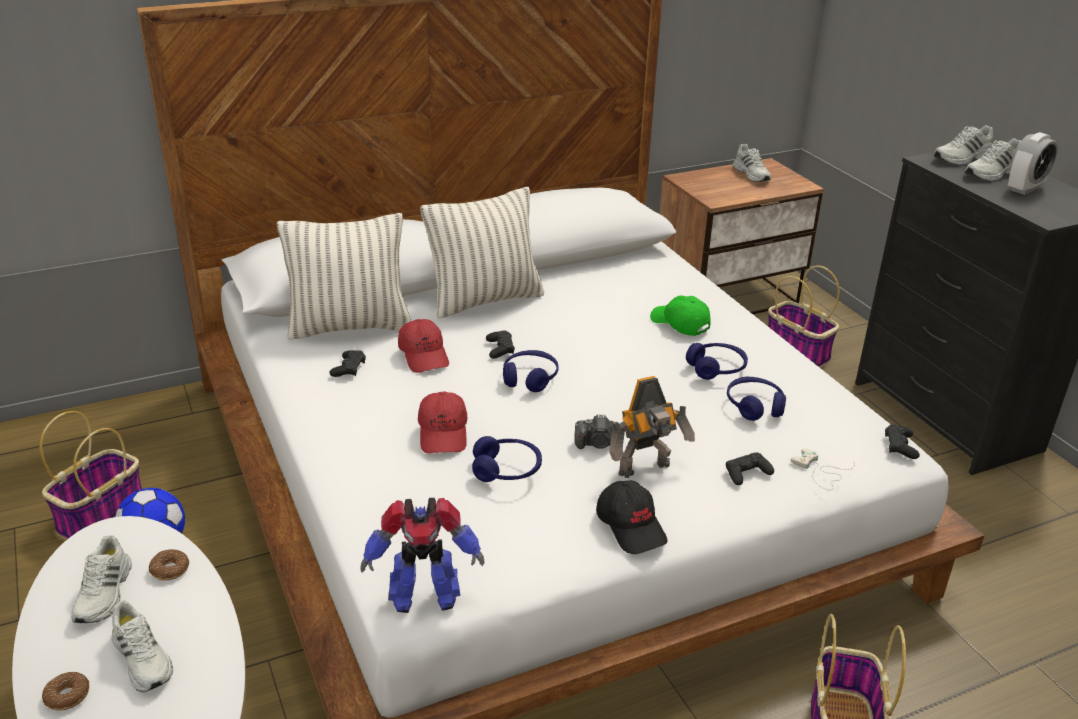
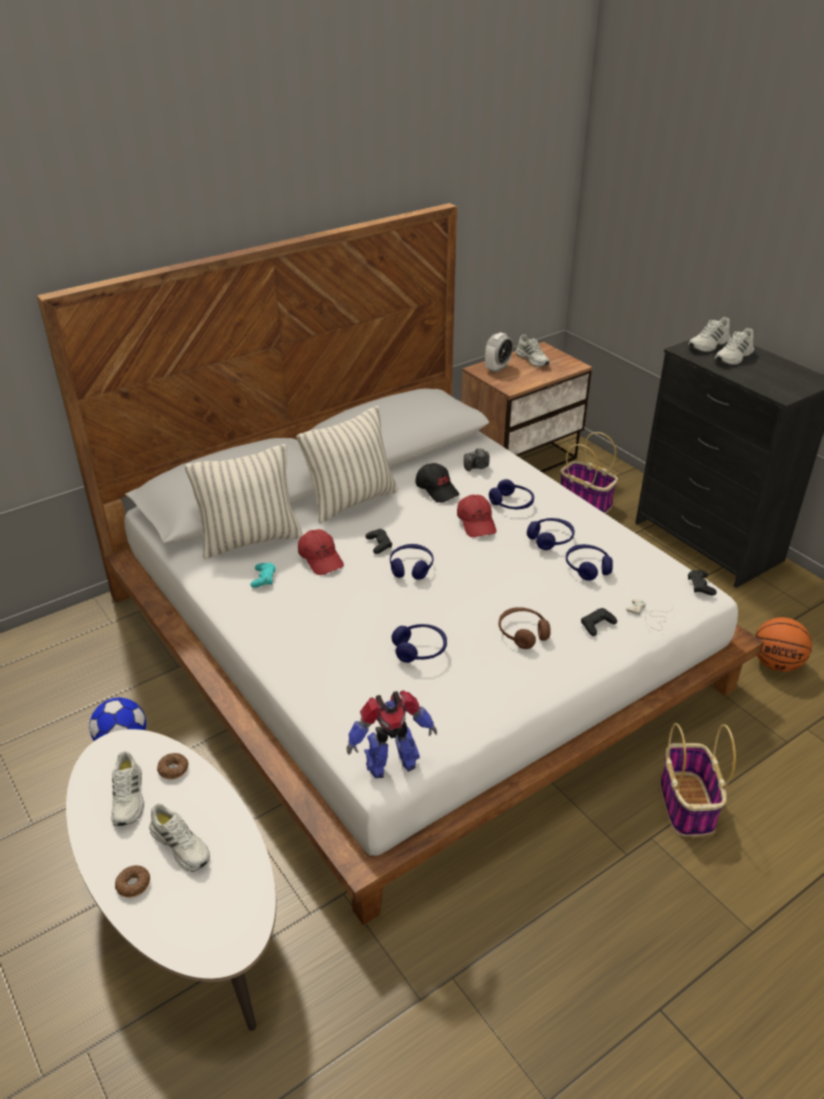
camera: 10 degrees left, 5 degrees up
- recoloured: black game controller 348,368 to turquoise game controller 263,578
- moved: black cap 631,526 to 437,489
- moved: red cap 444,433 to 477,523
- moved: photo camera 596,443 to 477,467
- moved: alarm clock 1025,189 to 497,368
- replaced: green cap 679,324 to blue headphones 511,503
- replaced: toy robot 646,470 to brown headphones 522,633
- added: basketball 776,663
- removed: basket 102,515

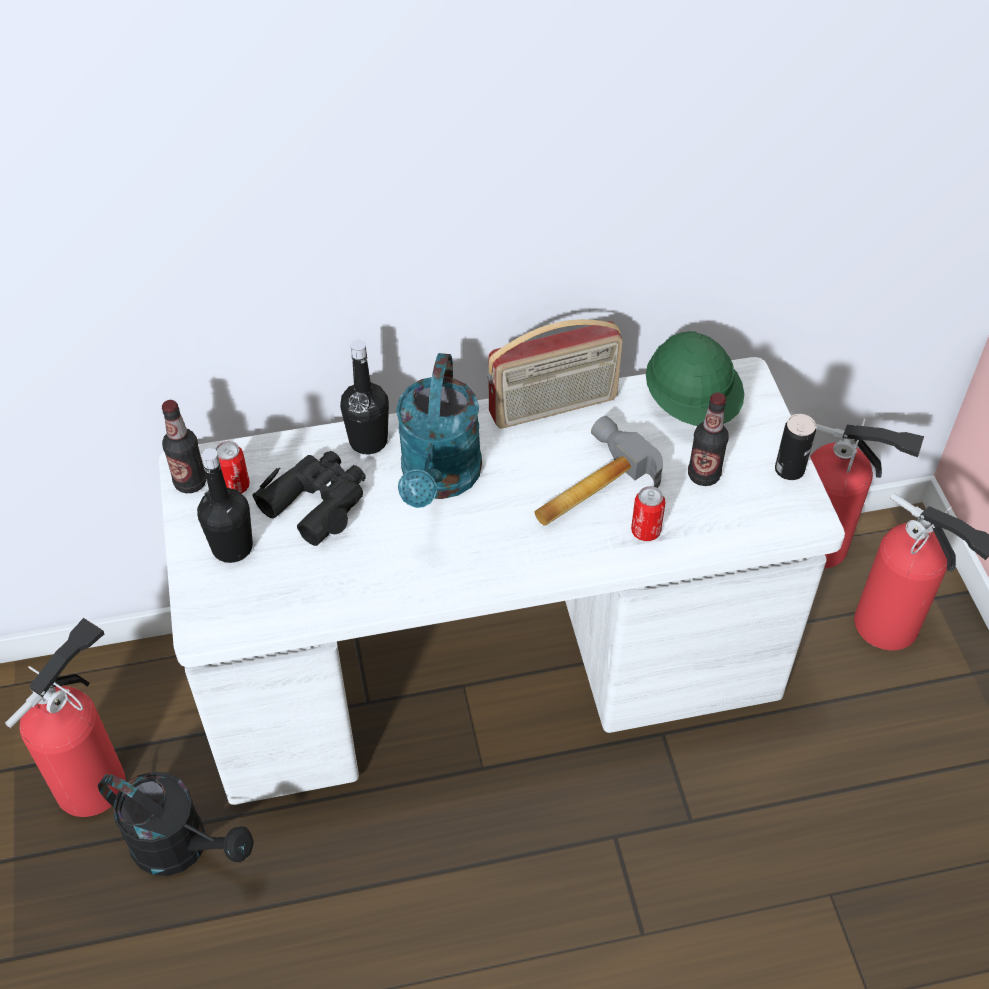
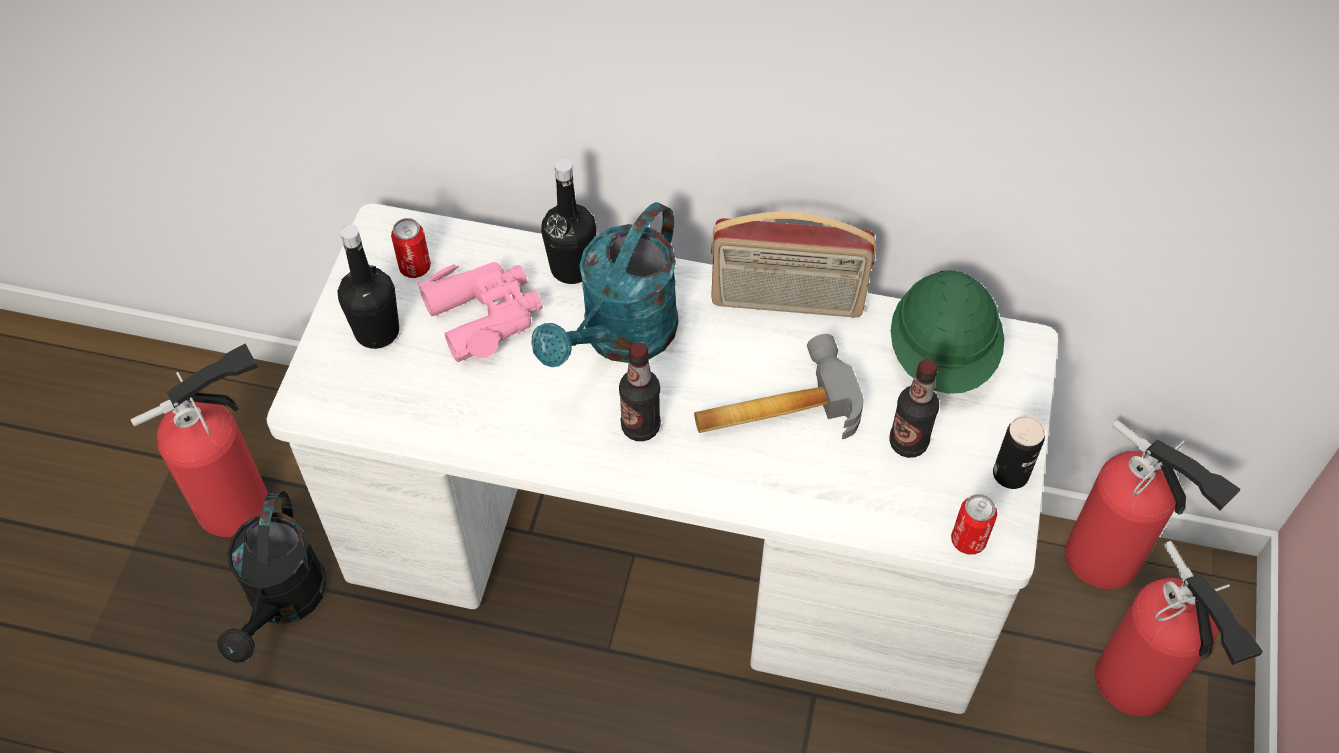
camera: 25 degrees right, 5 degrees up
- turned: black watering can 182,847 = 283,603 45 degrees clockwise
- recoloured: black binoculars 317,501 to pink binoculars 485,315
- moved: bottle 190,482 to 640,427
- moved: can 645,531 to 968,540

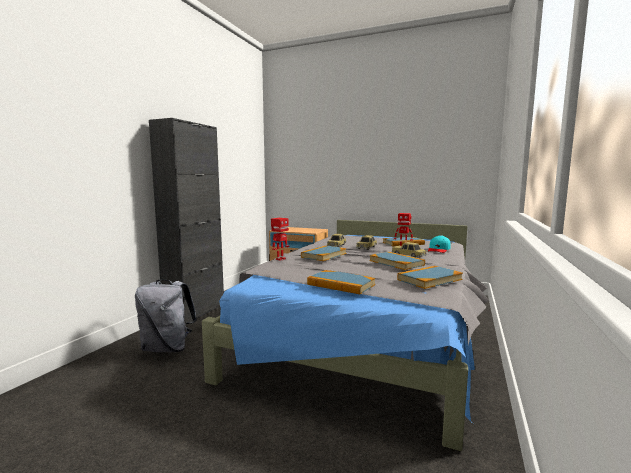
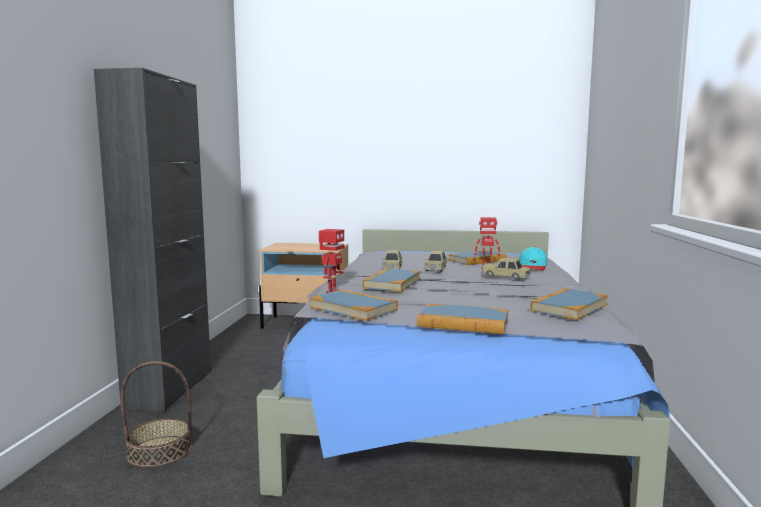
camera: 15 degrees left, 0 degrees up
- replaced: grey backpack 167,348 to basket 159,451
- moved: book 396,263 to 353,308

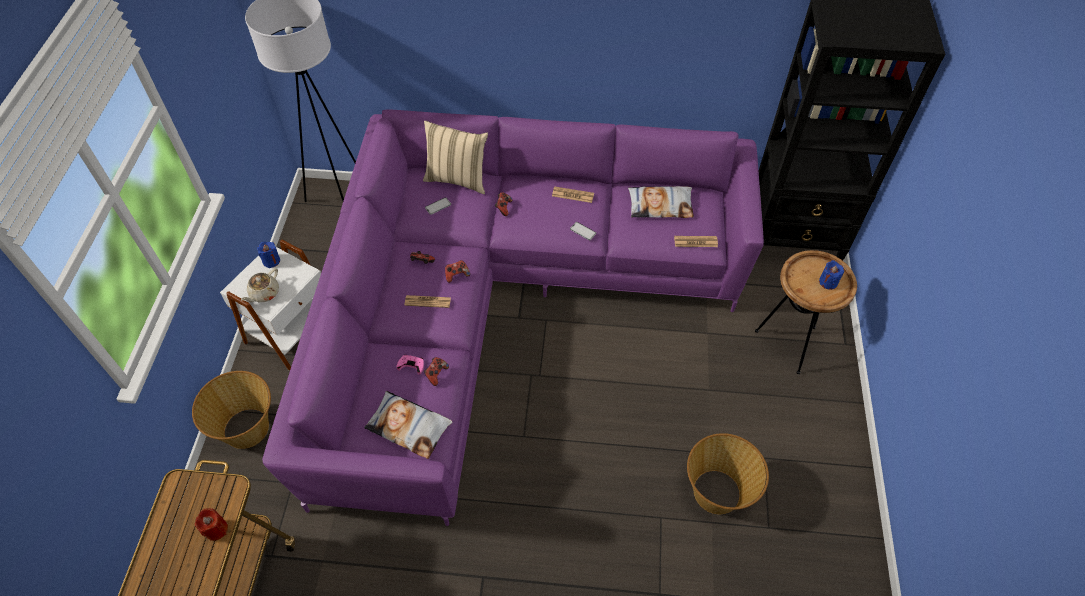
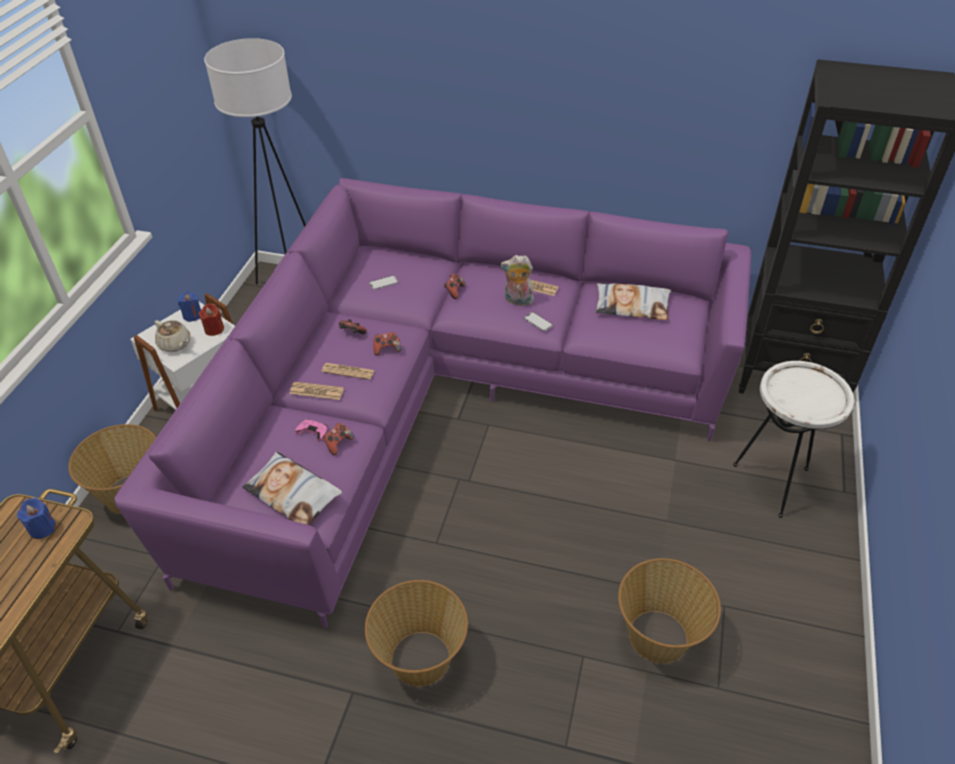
camera: 10 degrees right, 10 degrees down
- moved: blue candle 828,282 to 42,528
- turned: beige teapot 264,293 = 175,344 90 degrees counterclockwise
- moved: red candle 216,529 to 214,329
- moved: newspaper 695,242 to 317,391
- added: basket 420,659
- added: plush toy 517,301
- recoloured: brown side table 789,343 to white side table 773,482
- removed: beige pillow 457,179

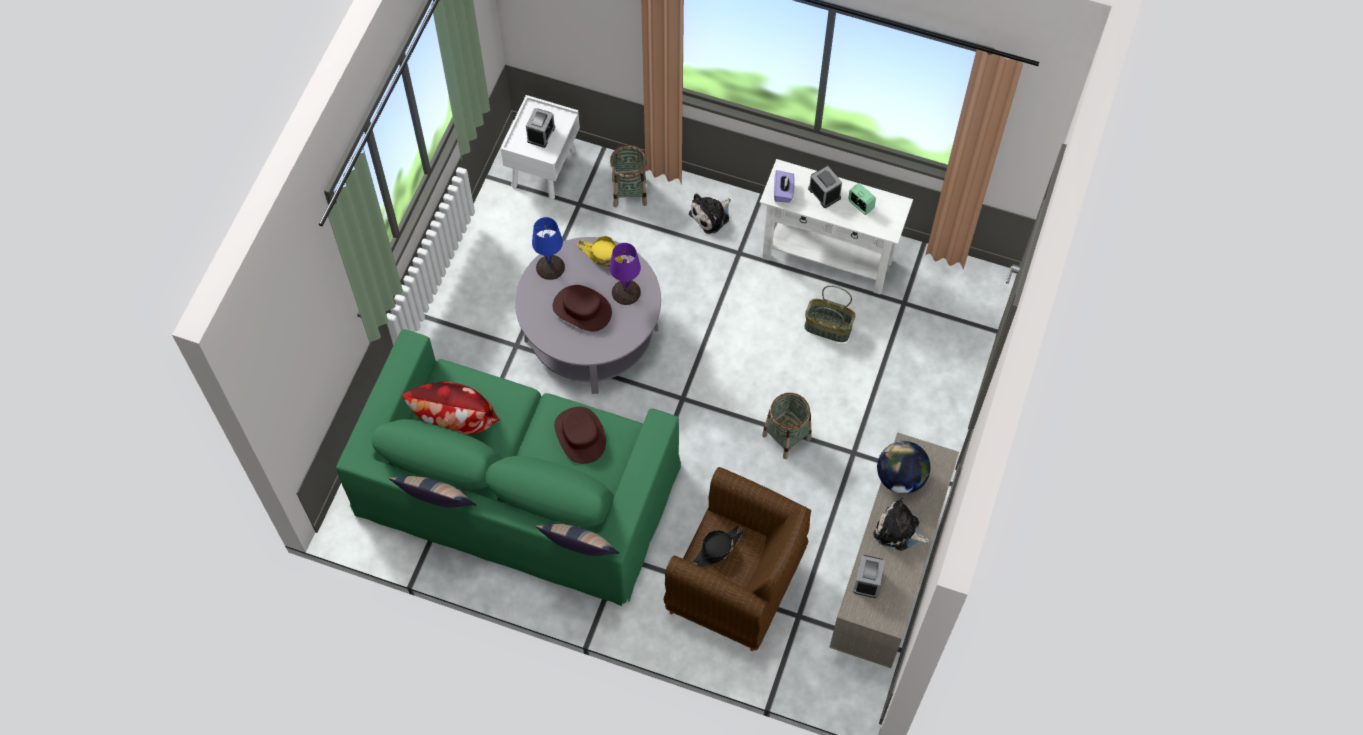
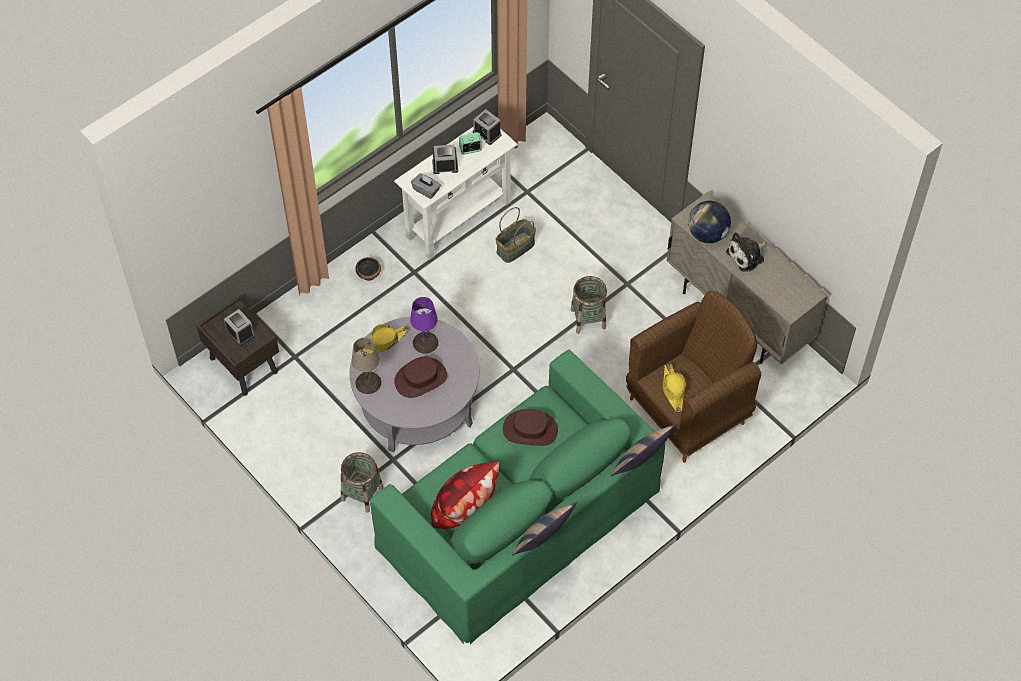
camera: 60 degrees left, 5 degrees down
- recoloured: white nightstand 543,168 to brown nightstand 243,365
- moved: basket 629,192 to 362,494
- recoloured: blue table lamp 549,267 to beige table lamp 368,383
- replaced: plush toy 711,215 to bowl 369,273
- recoloured: purple tissue box 783,192 to grey tissue box 426,190
- moved: alarm clock 867,580 to 487,133
- recoloured: black hat 716,549 to yellow hat 673,390

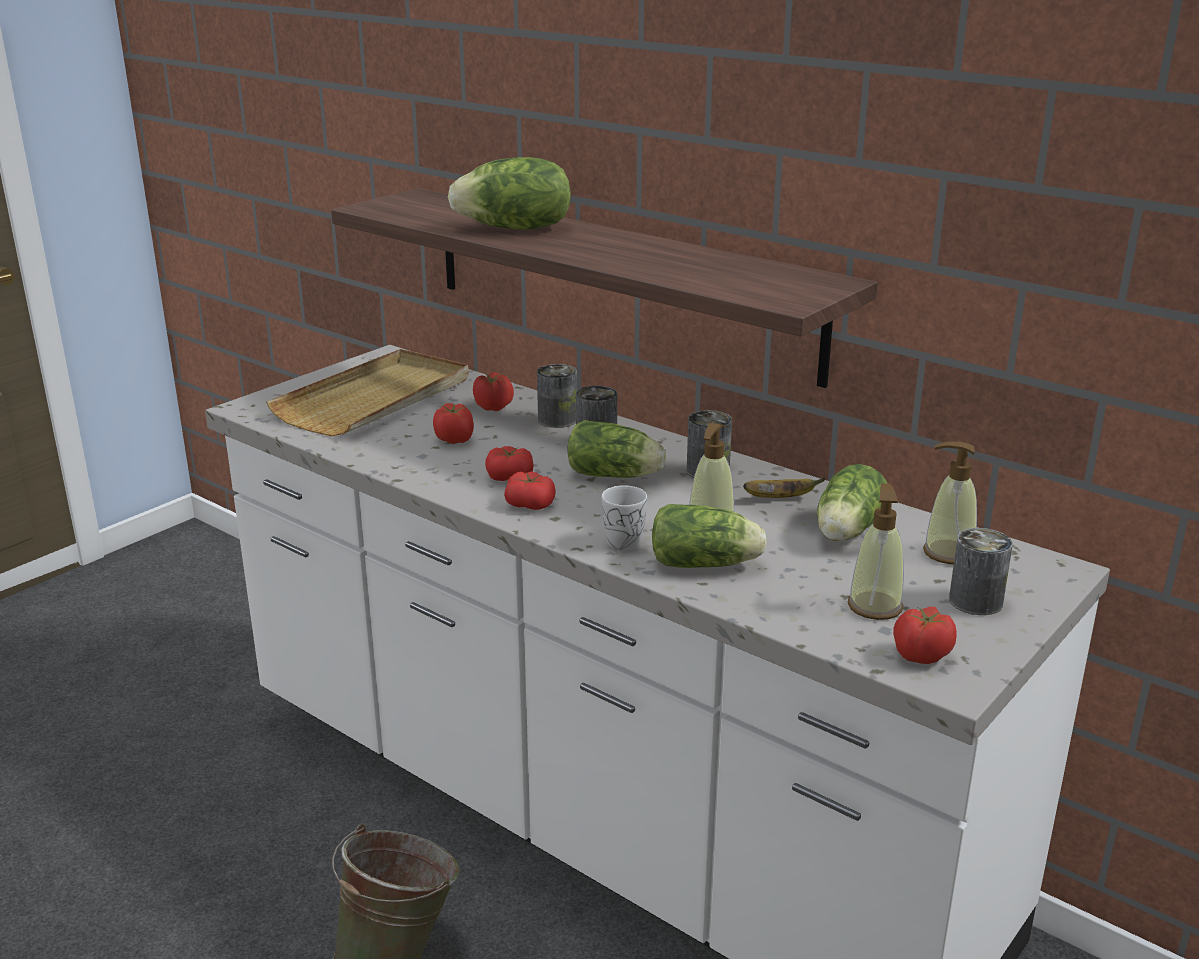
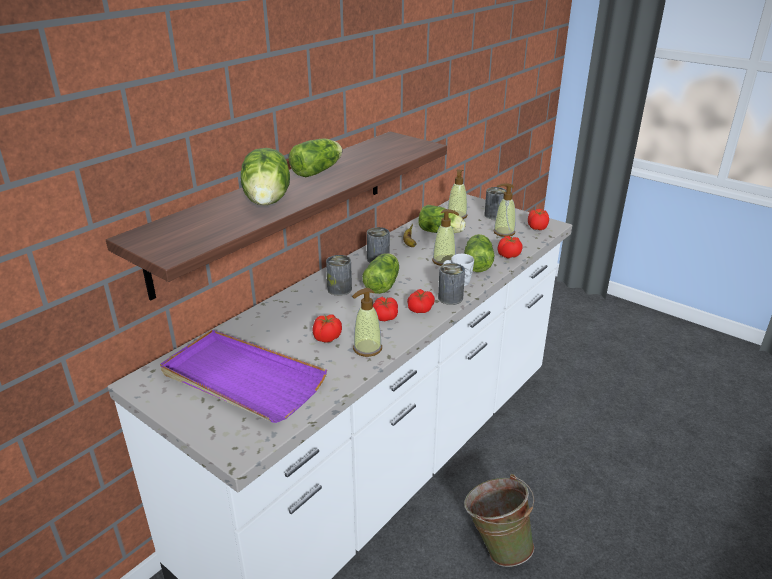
camera: 90 degrees left, 5 degrees up
- recoloured: beige tray 376,399 to purple tray 241,379
- added: lettuce 319,171
- added: soap dispenser 367,348
- moved: can 557,420 to 450,298
- moved: tomato 494,407 to 508,256

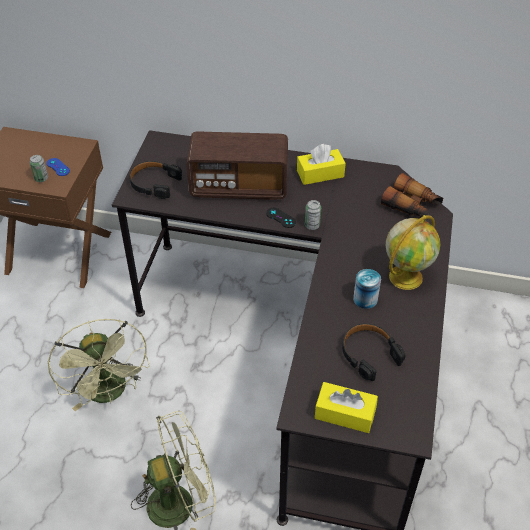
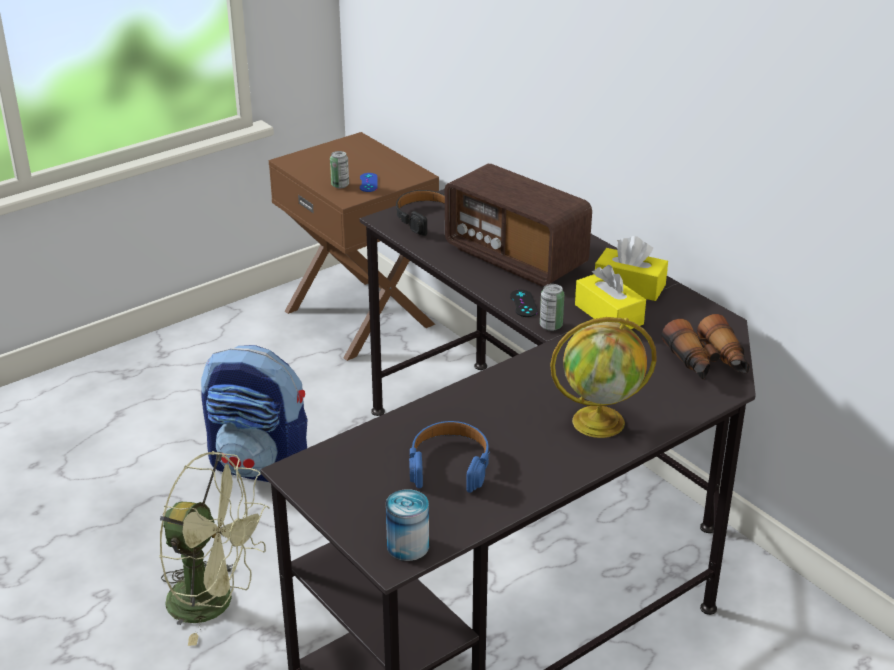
camera: 40 degrees right, 15 degrees down
- replaced: green fan 109,393 to backpack 261,466
- moved: can 365,299 to 408,546
- recoloured: black headphones 369,354 to blue headphones 449,464
- moved: yellow tissue box 345,413 to 608,314

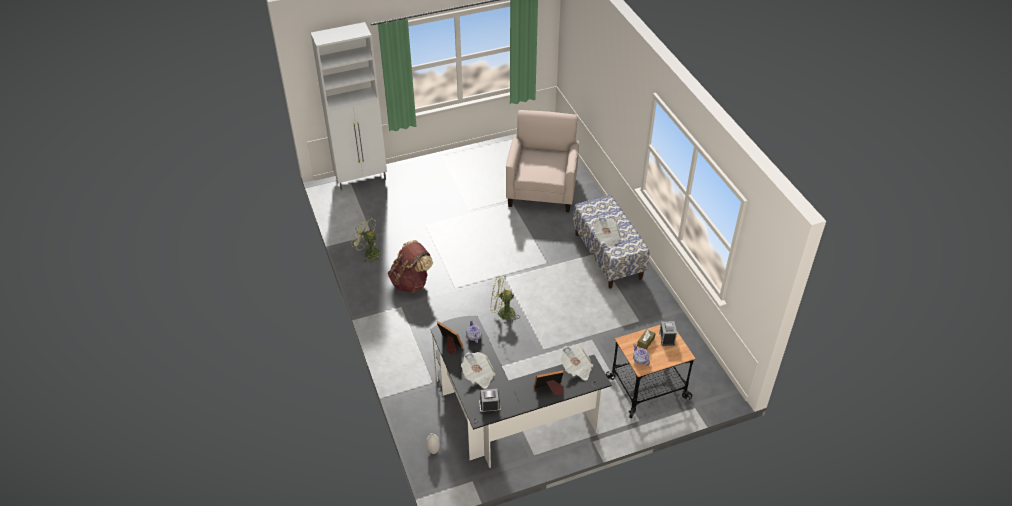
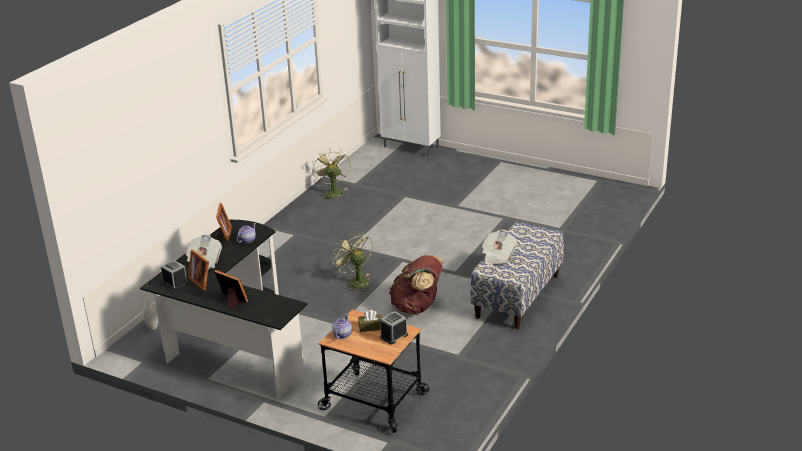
camera: 50 degrees right, 15 degrees down
- added: picture frame 201,281
- moved: brown backpack 411,282 to 417,307
- removed: beige armchair 542,190
- removed: newspaper 576,368

